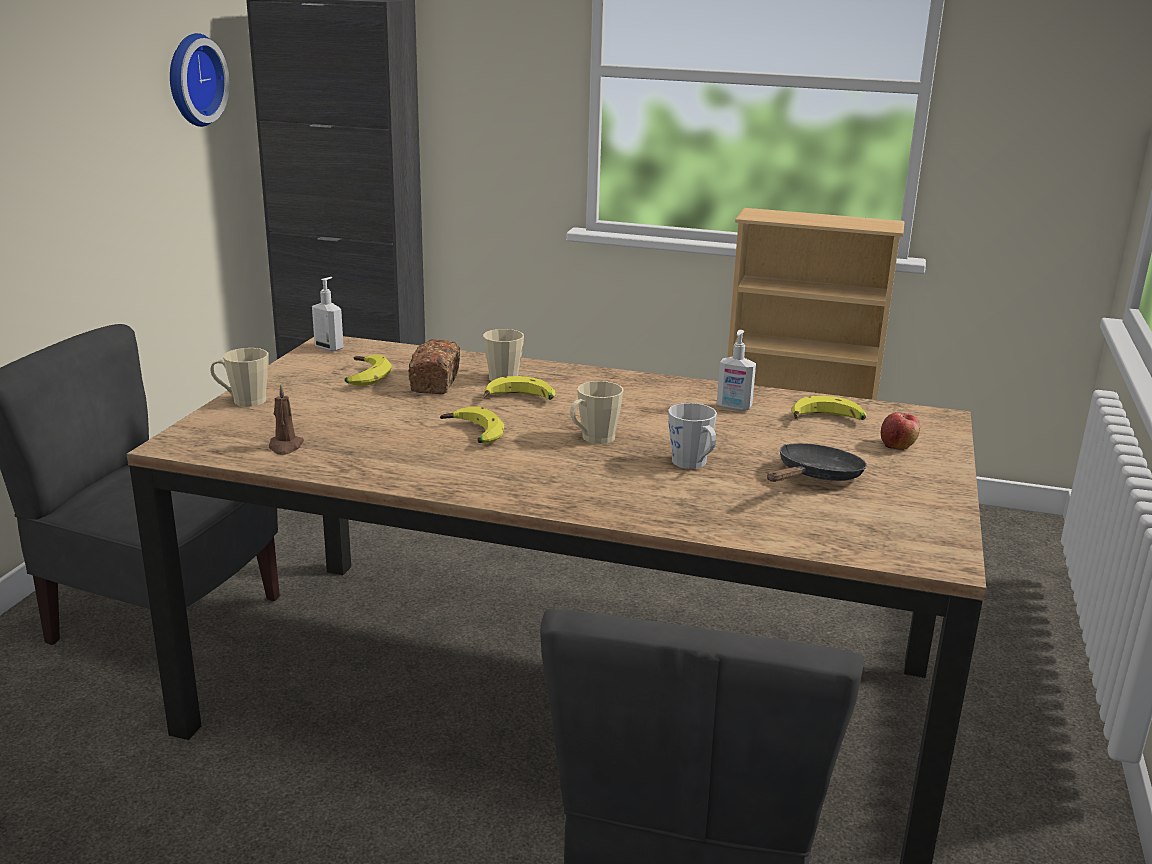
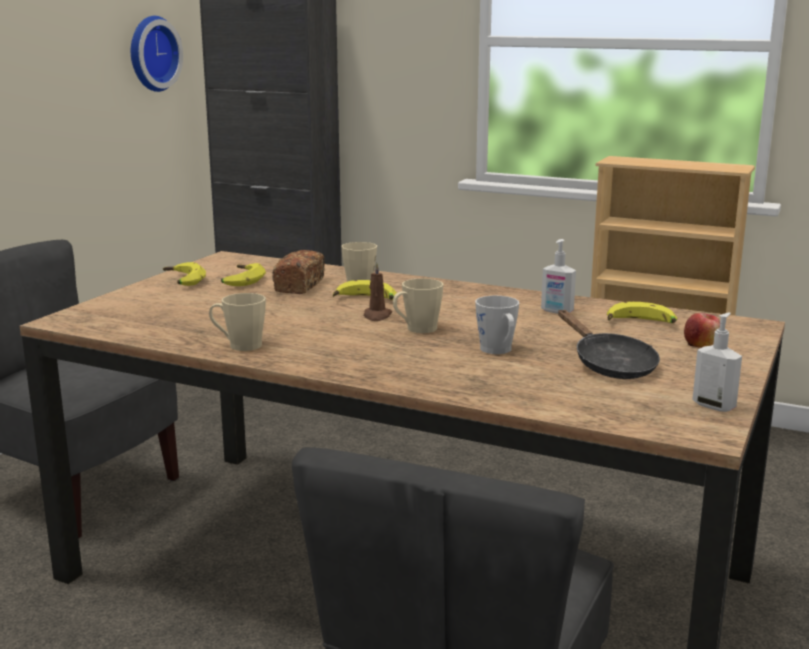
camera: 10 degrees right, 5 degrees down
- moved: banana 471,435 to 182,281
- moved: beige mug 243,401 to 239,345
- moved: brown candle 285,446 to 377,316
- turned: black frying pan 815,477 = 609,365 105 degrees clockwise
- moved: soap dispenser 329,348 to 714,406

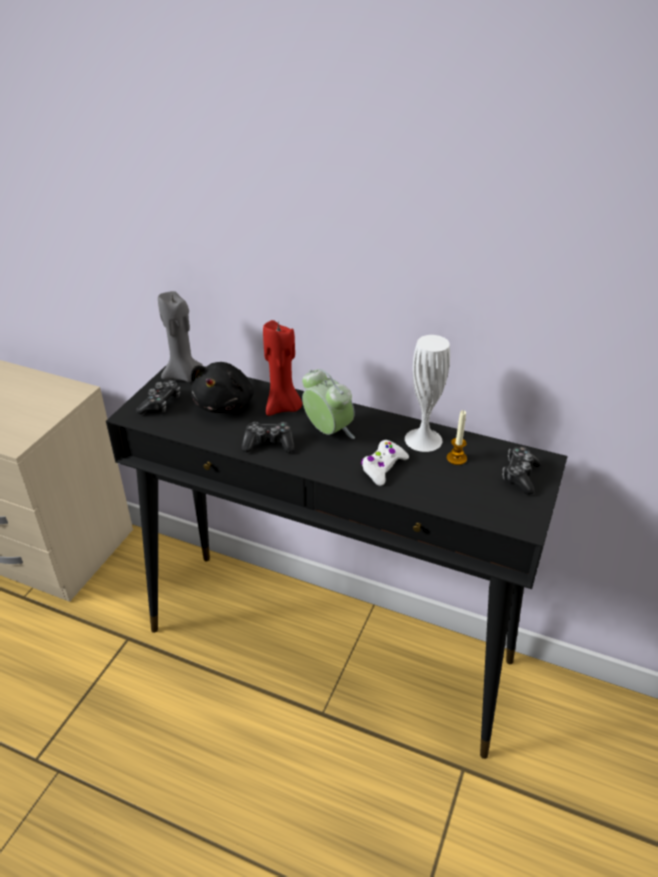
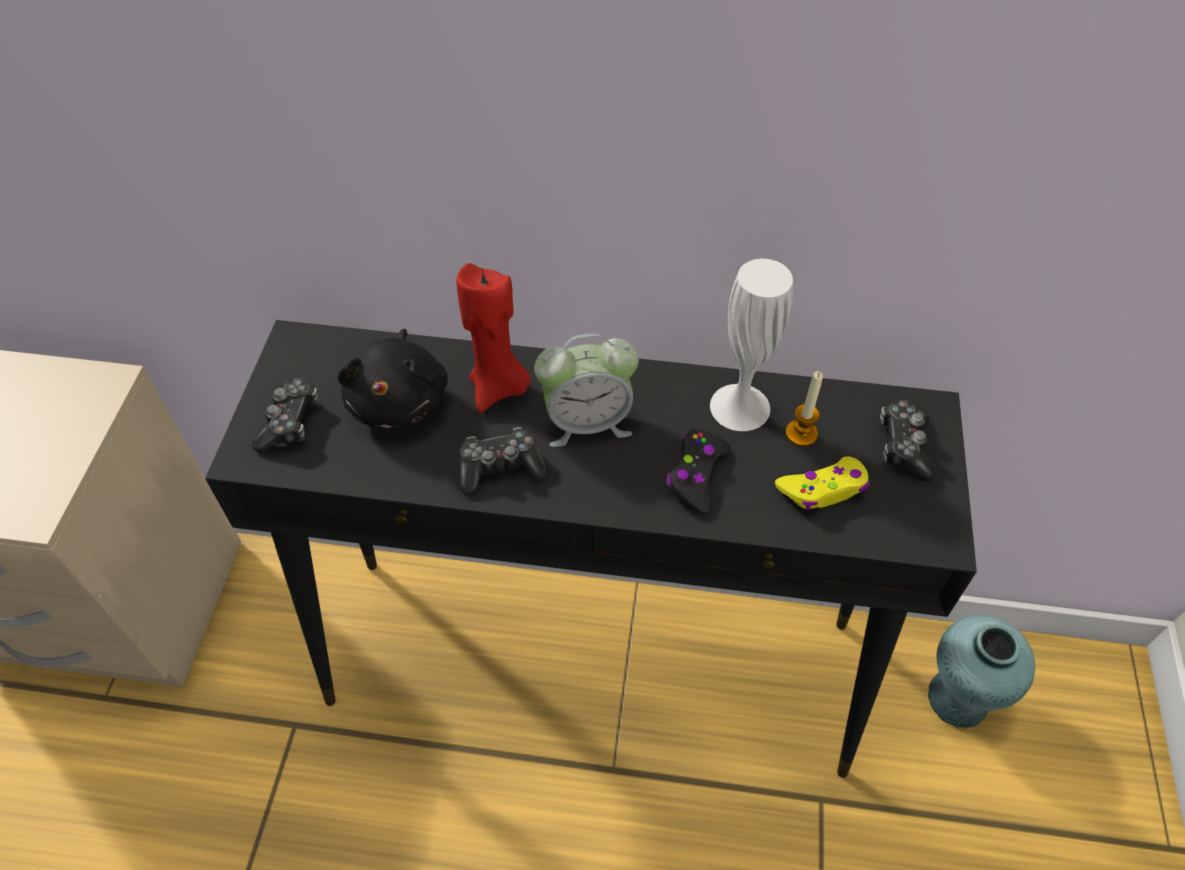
camera: 15 degrees left, 15 degrees up
- turned: alarm clock 328,431 = 587,422 135 degrees clockwise
- recoloured: white game controller 383,467 to black game controller 696,475
- added: yellow game controller 823,489
- added: turquoise vase 957,698
- removed: grey candle 184,376

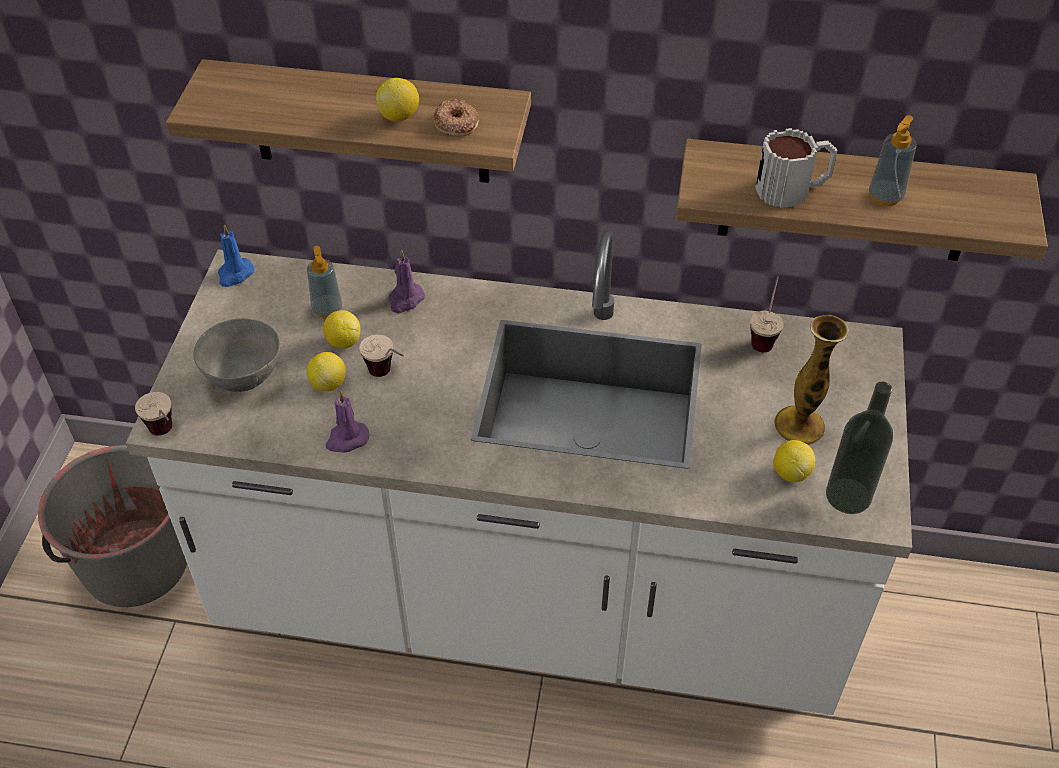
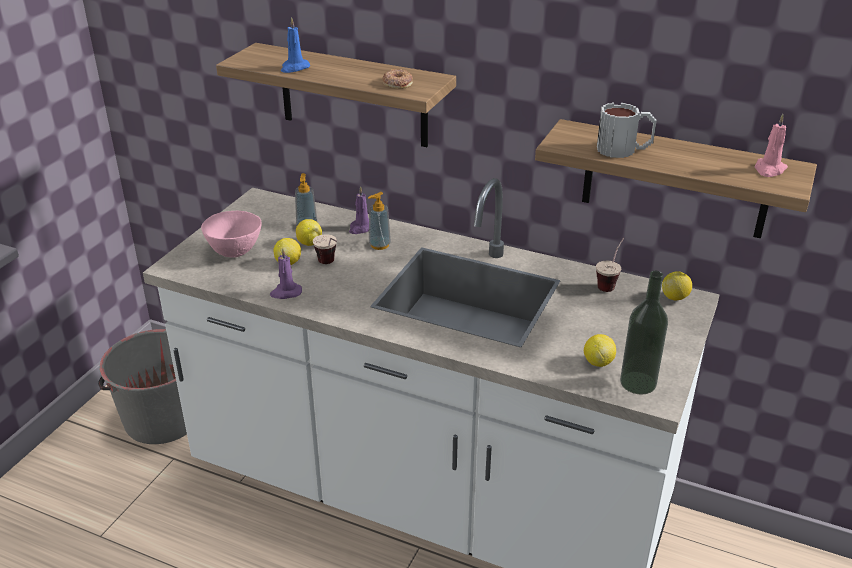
camera: 15 degrees right, 15 degrees down
- recoloured: grey bowl 245,378 to pink bowl 235,252
- moved: blue candle 235,274 to 294,68
- moved: soap dispenser 885,196 to 379,245
- moved: lemon 399,116 to 675,297
- added: pink candle 769,169
- removed: cup 167,436
- removed: vase 799,425

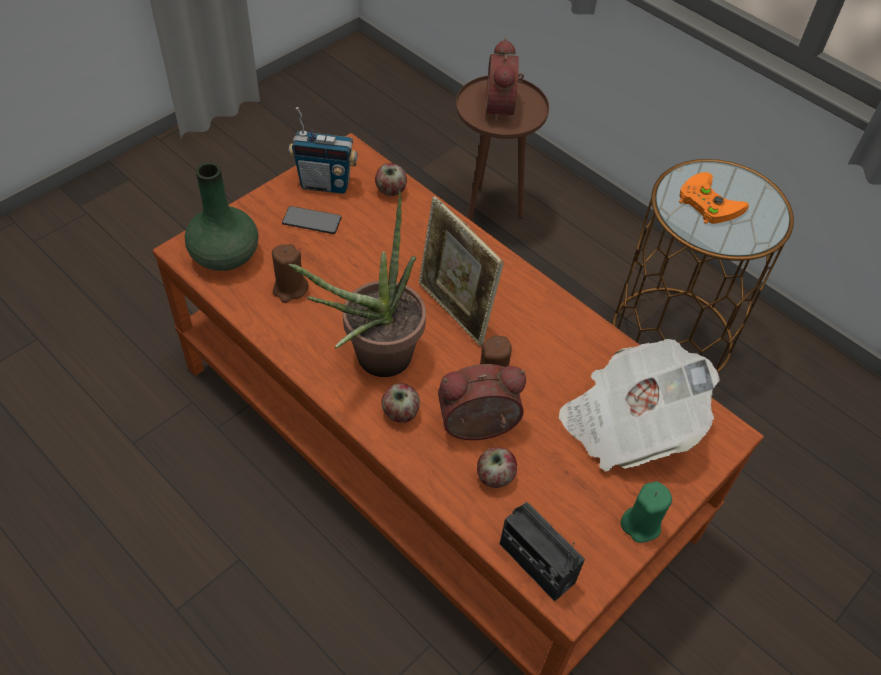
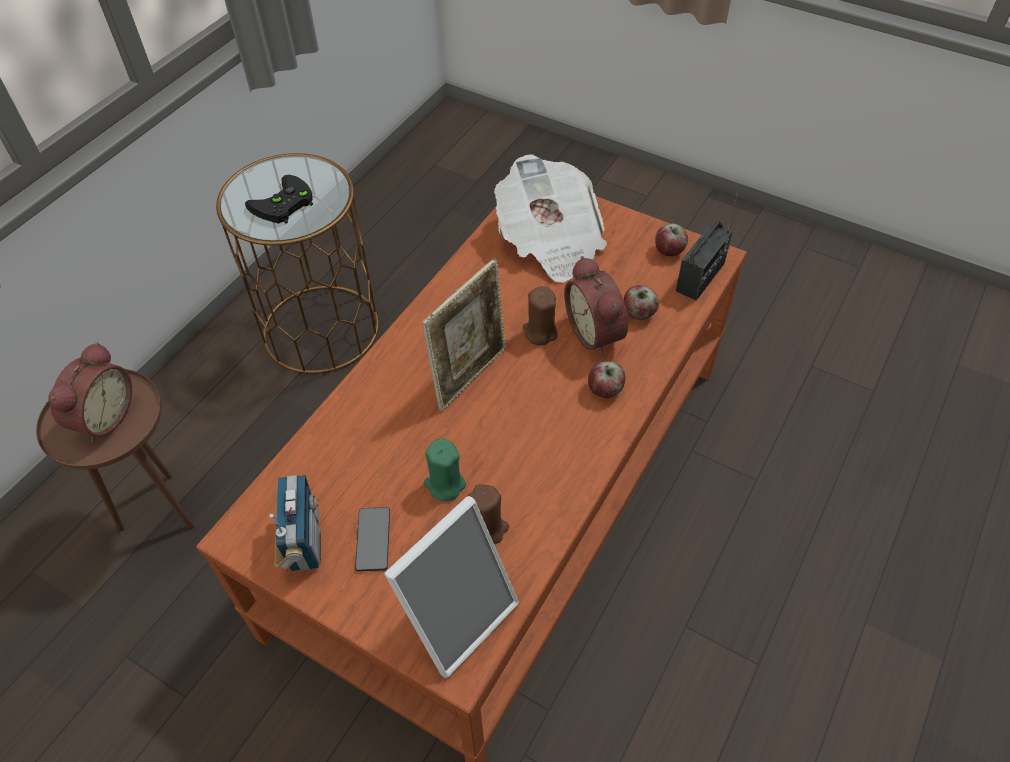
camera: 100 degrees left, 0 degrees up
- turned: alarm clock 503,108 = 102,417 60 degrees counterclockwise
- recoloured: orange game controller 706,202 to black game controller 282,205
- replaced: green vase 226,256 to picture frame 456,614
- moved: green candle 641,524 to 445,484
- moved: apple 390,190 to 669,251
- removed: potted plant 374,362

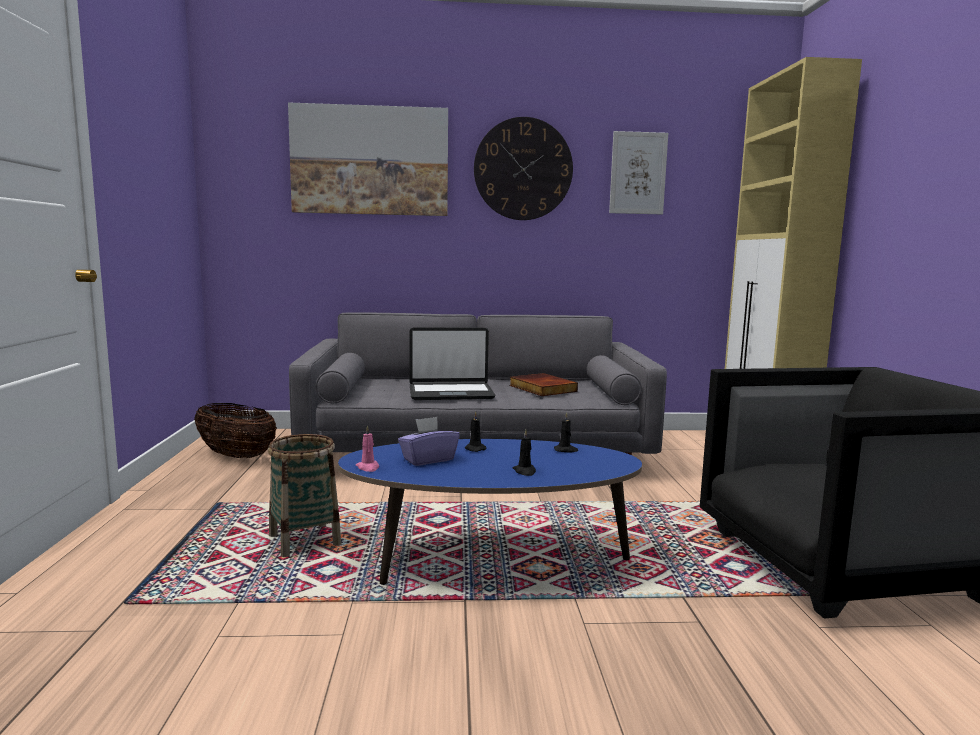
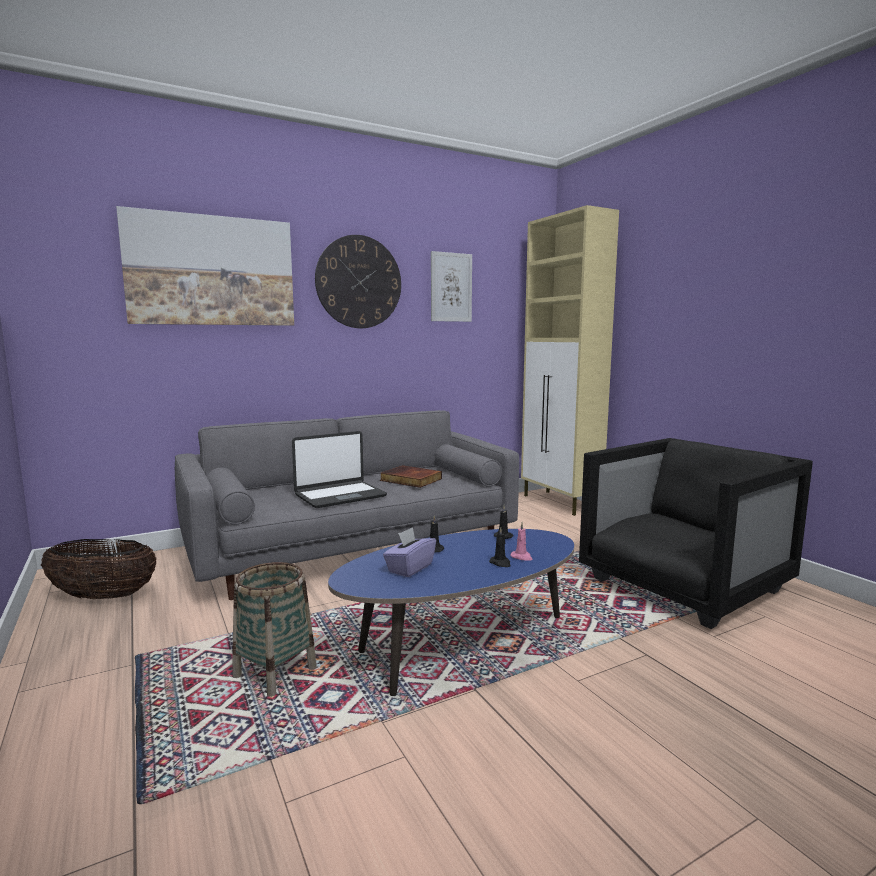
camera: 25 degrees left, 0 degrees up
- moved: pink candle 368,467 to 522,557

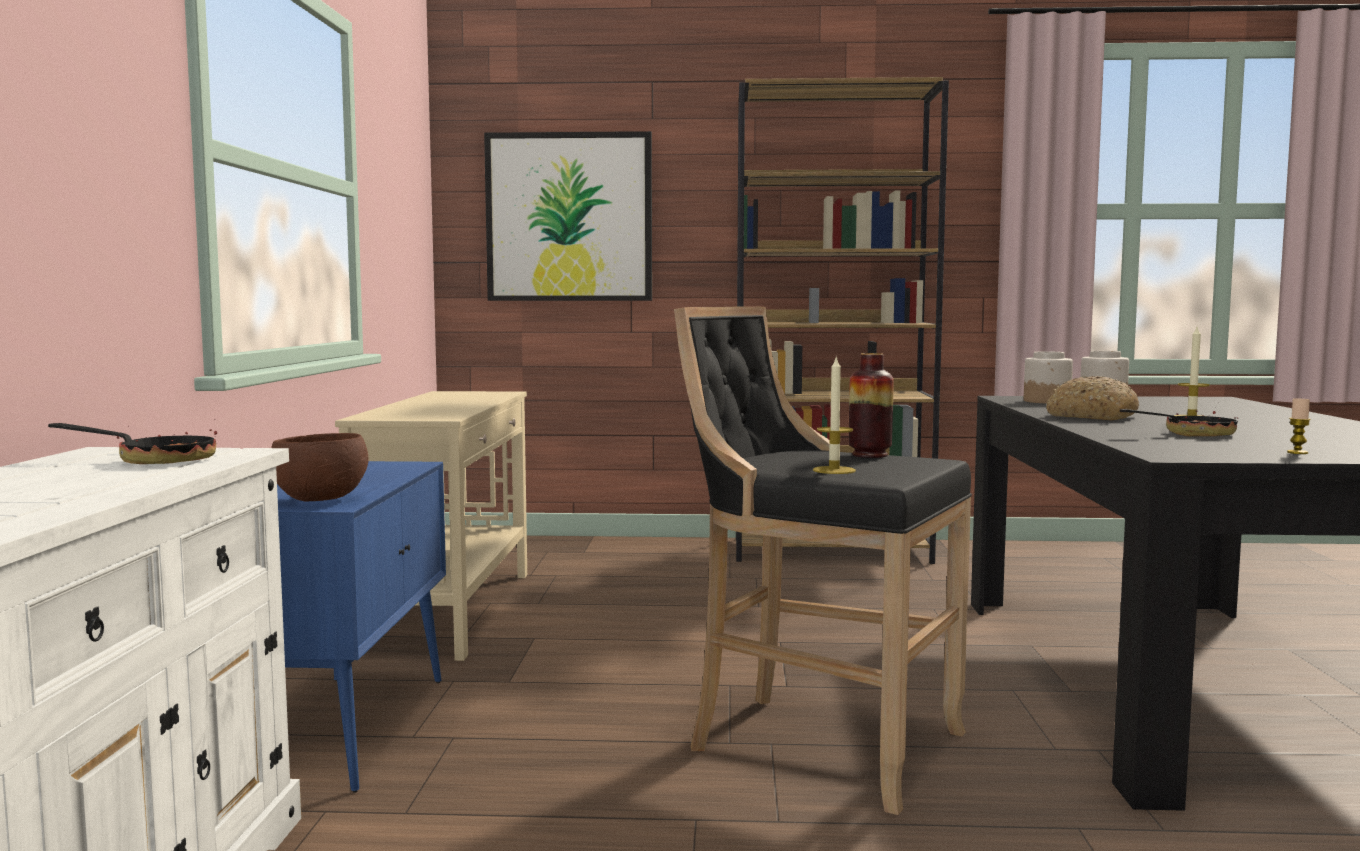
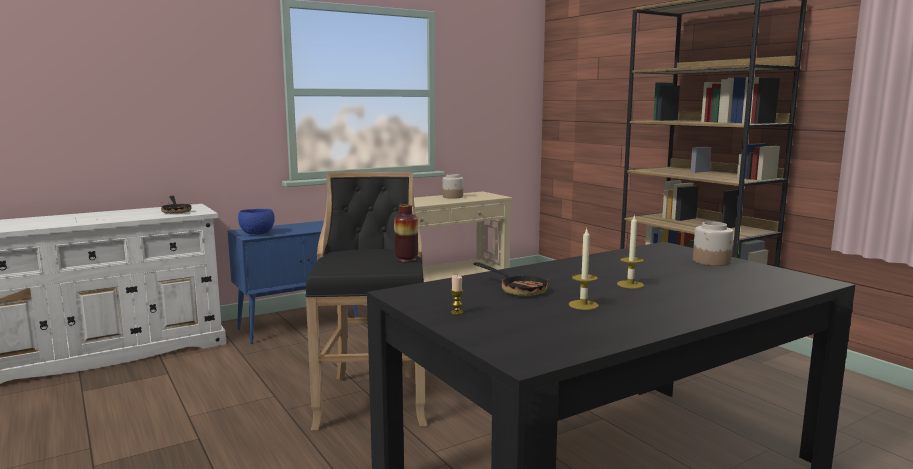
camera: 55 degrees right, 5 degrees up
- recoloured: brown bowl 322,500 to blue bowl 258,234
- moved: jar 1047,401 to 453,197
- moved: candle 834,470 to 583,305
- removed: picture 569,217
- removed: bread 1091,416

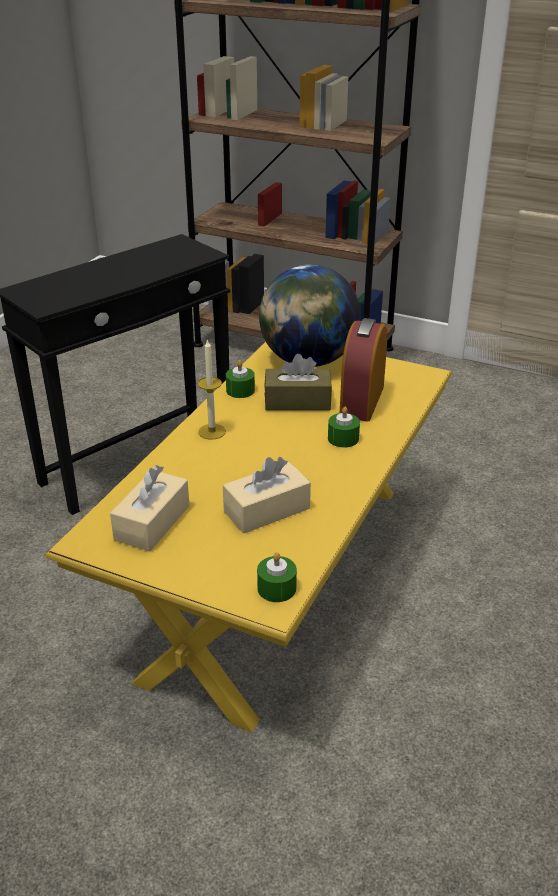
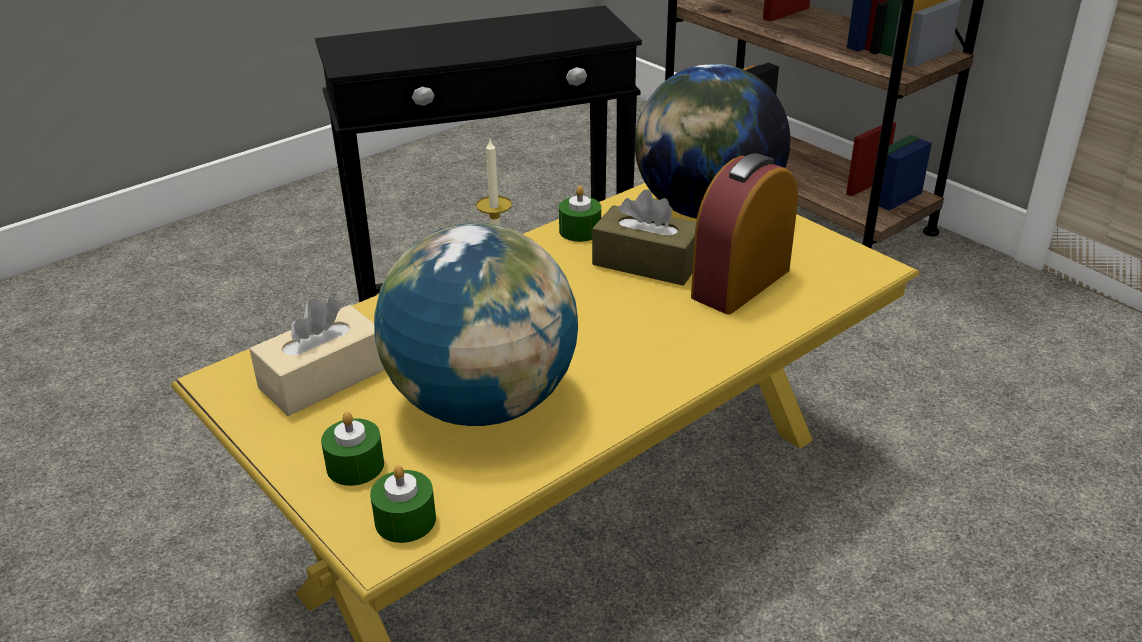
camera: 25 degrees right, 0 degrees up
- moved: green candle 343,438 to 355,465
- replaced: beige tissue box 267,510 to globe 483,403

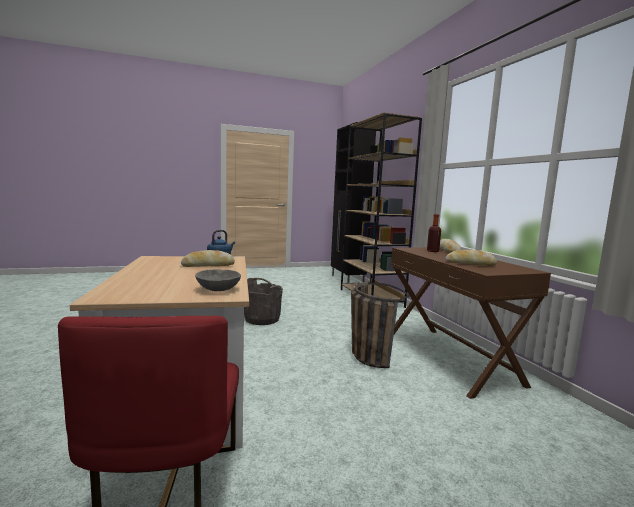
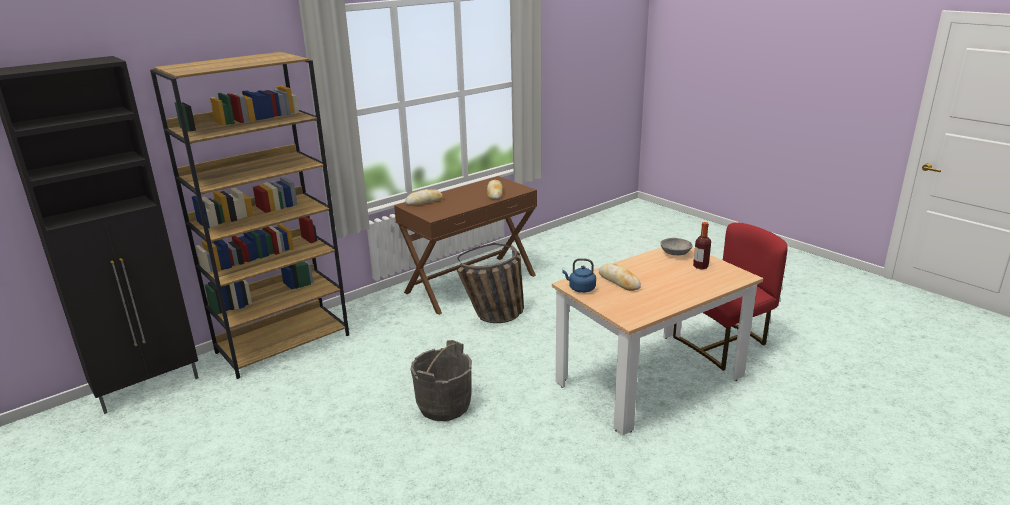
camera: 110 degrees left, 15 degrees up
- moved: bottle 432,251 to 700,266

